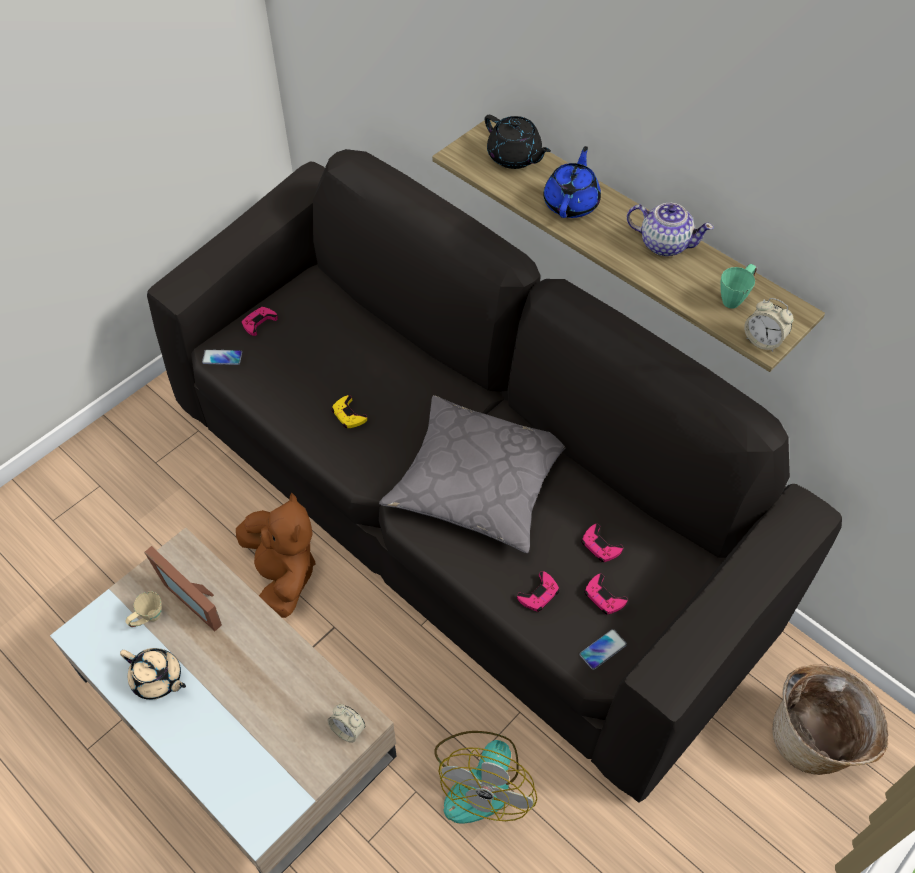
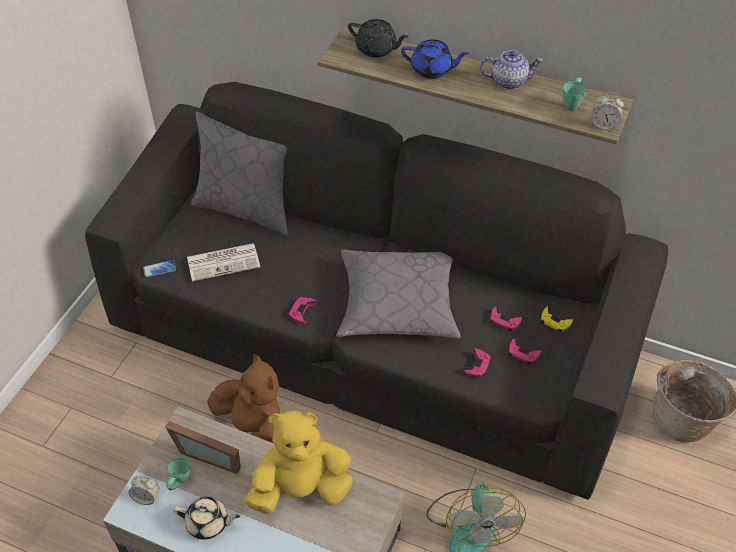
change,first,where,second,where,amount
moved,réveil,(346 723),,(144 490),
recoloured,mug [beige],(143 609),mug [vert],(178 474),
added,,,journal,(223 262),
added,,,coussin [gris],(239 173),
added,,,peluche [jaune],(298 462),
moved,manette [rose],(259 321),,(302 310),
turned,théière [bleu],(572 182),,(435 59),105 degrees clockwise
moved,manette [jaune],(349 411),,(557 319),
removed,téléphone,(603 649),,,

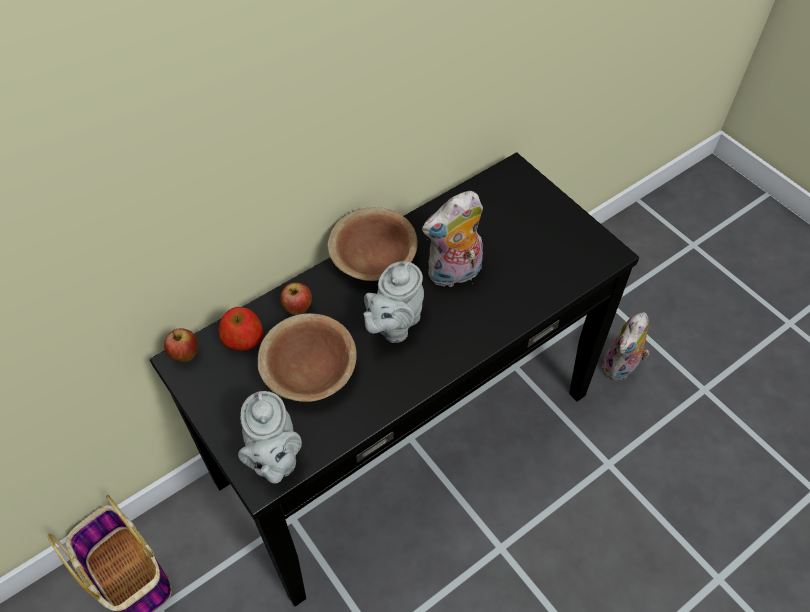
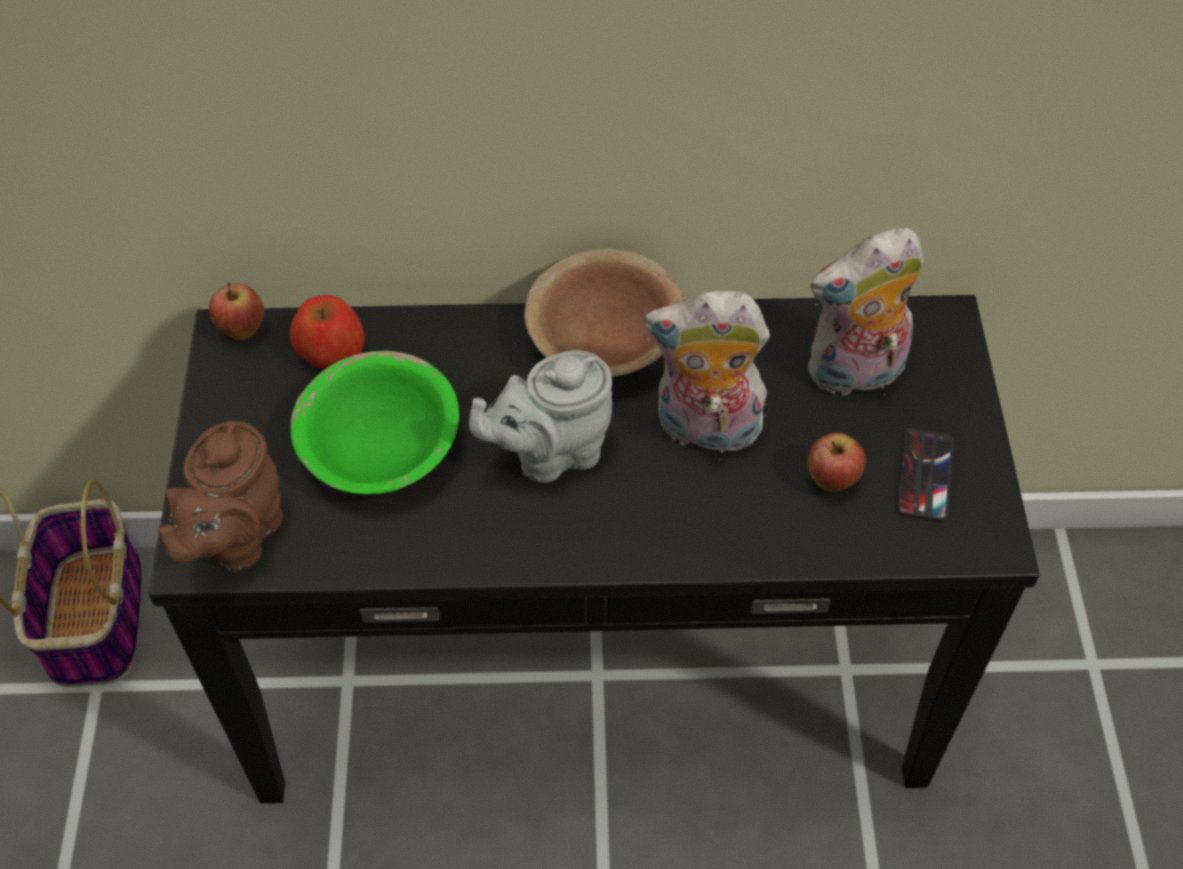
change,first,where,second,where,amount
recoloured,théière [gris],(270 437),théière [marron],(220 496),
recoloured,bol [marron],(307 357),bol [vert],(374 422),
moved,peluche,(625 346),,(866 312),
moved,pomme,(296 299),,(837 462),
added,,,téléphone,(925 475),

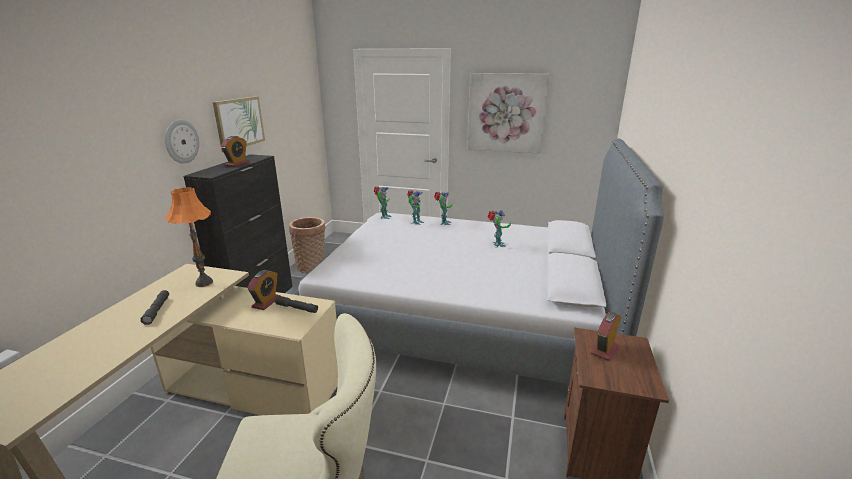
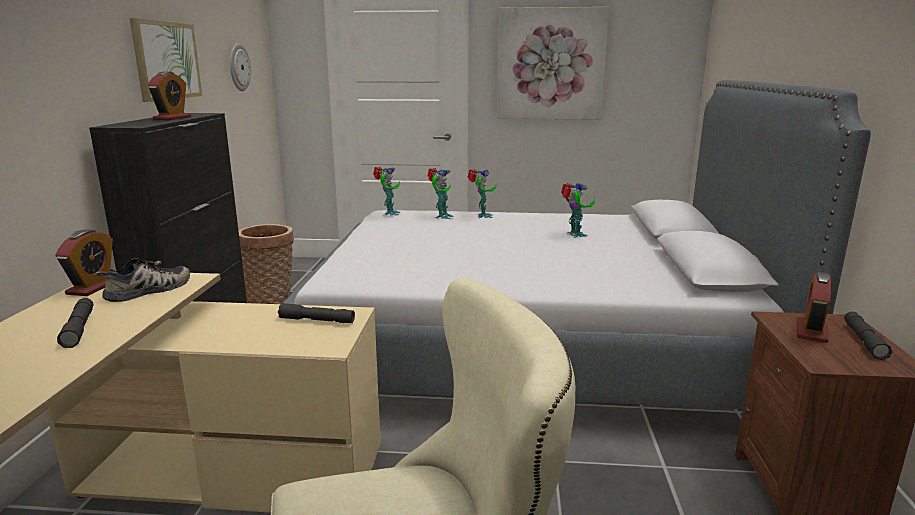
change,first,where,second,where,amount
moved,réveil,(264 290),,(84 263),
replaced,lampe de table [orange],(189 237),chaussure,(142 280),
moved,horloge murale,(182 142),,(240 67),
added,,,lampe de poche [gris],(868 336),

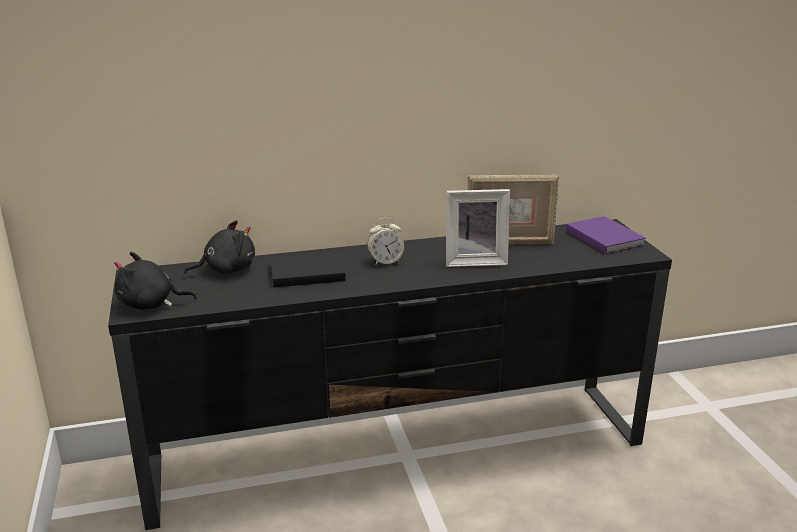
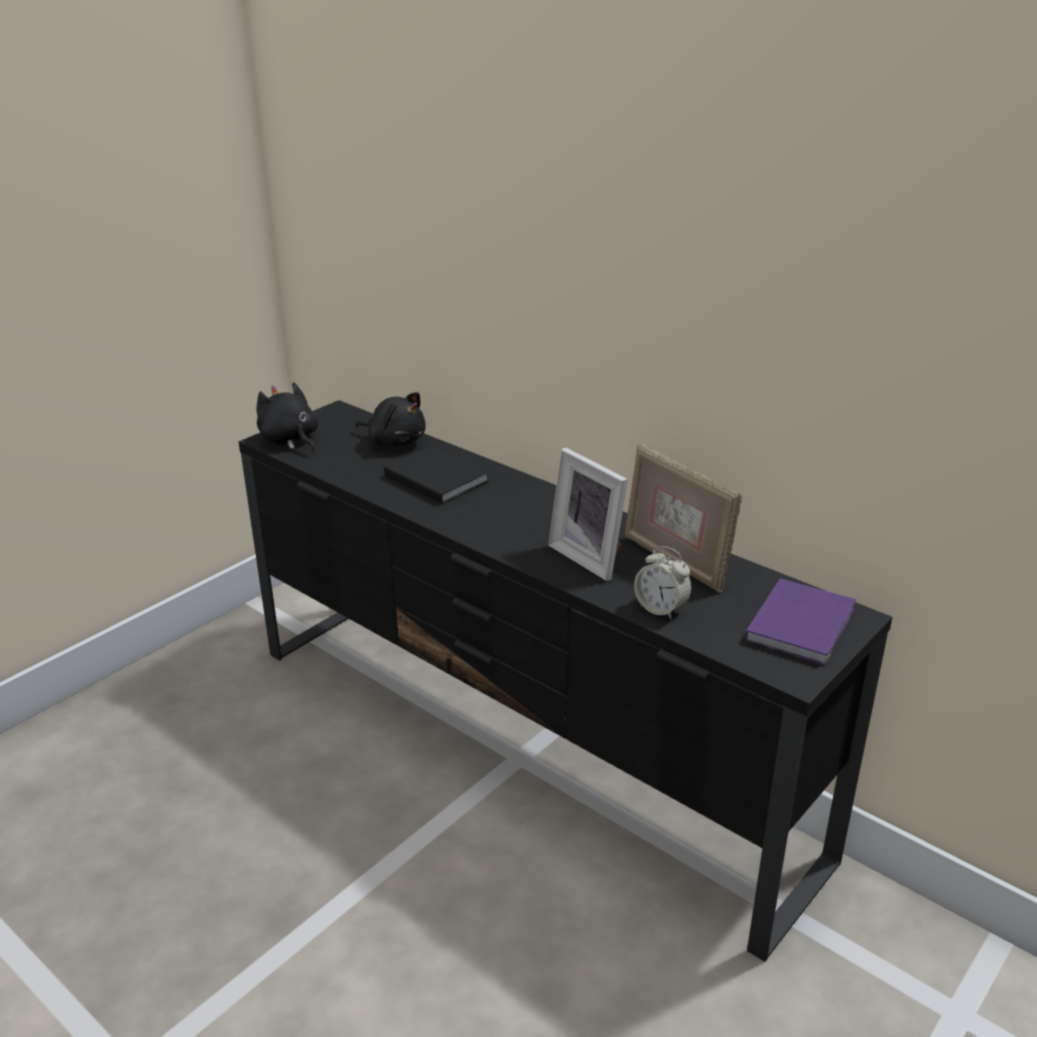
change,first,where,second,where,amount
moved,réveil,(386 241),,(663 583),

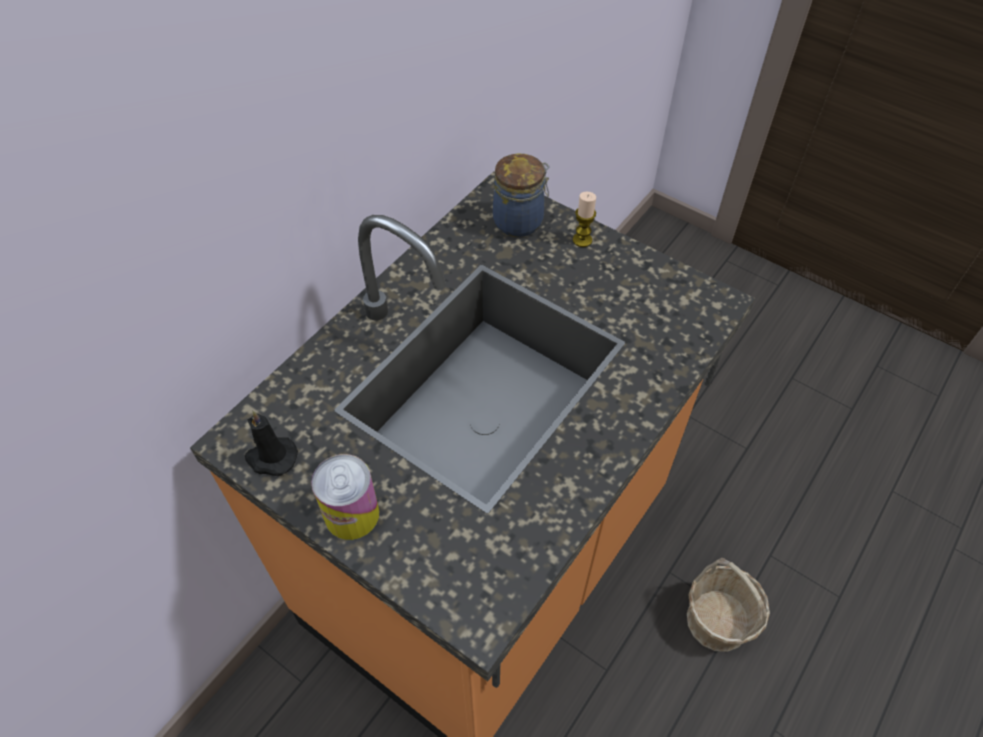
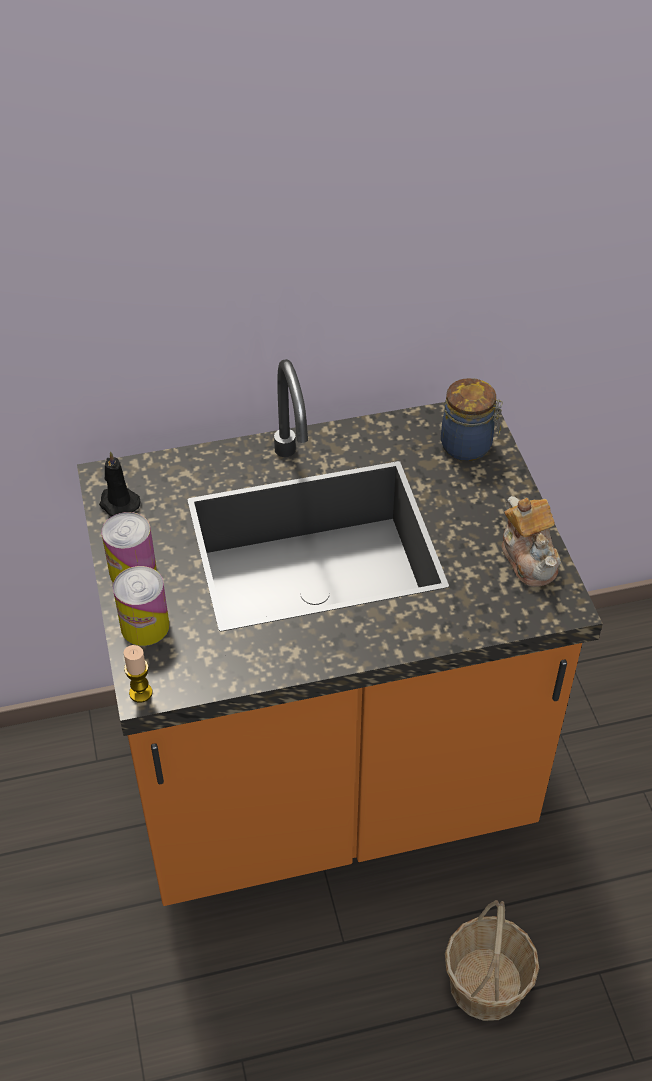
change,first,where,second,where,amount
added,,,boîte métallique,(141 606),
moved,bougie,(584 219),,(138 674),
added,,,théière,(531 541),

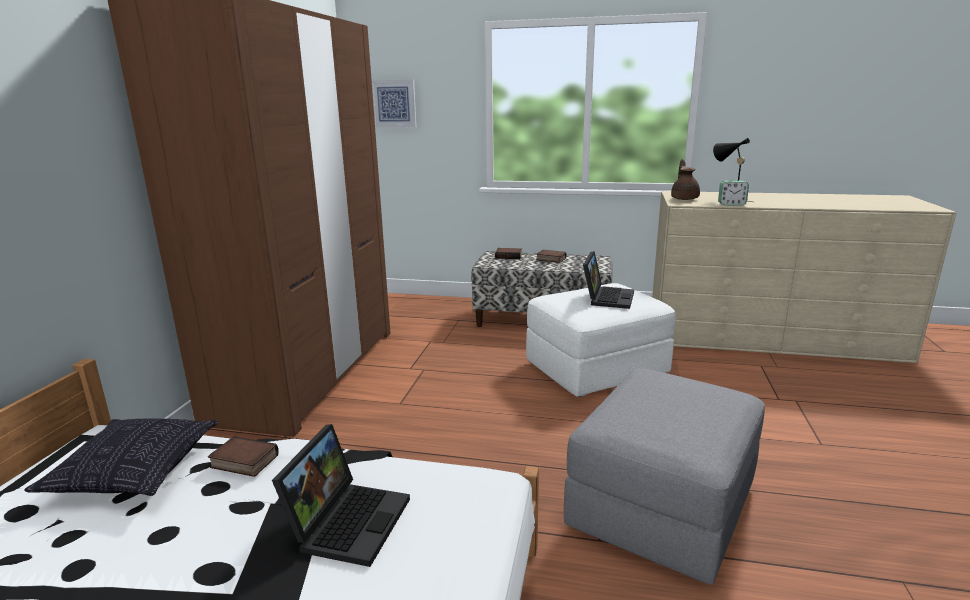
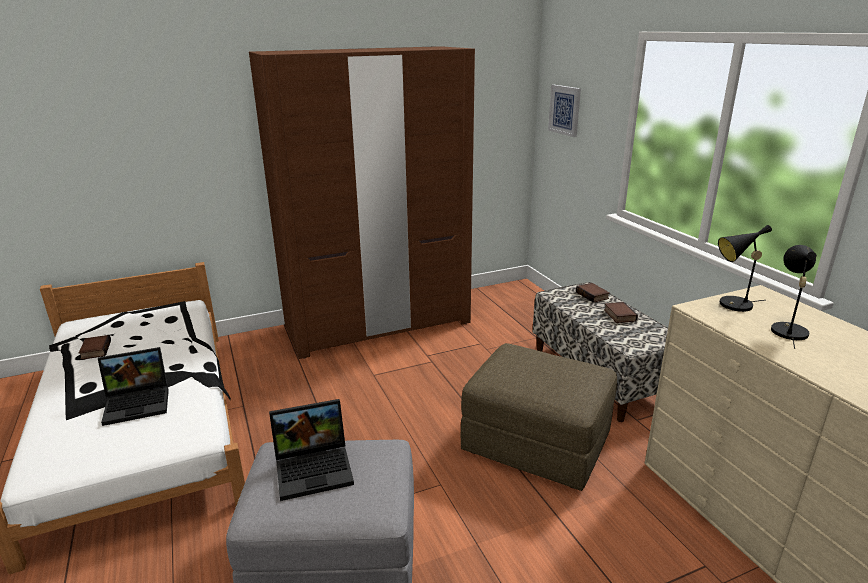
change,first,where,second,where,amount
moved,livre,(243 456),,(95 347),
moved,ordinateur portable,(608 280),,(311 450),
recoloured,pouf [blanc],(600 340),pouf [marron],(539 417),
replaced,théière [marron],(685 179),lampe de table [noir],(745 268),
removed,coussin,(121 457),,,
removed,réveil,(733 193),,,

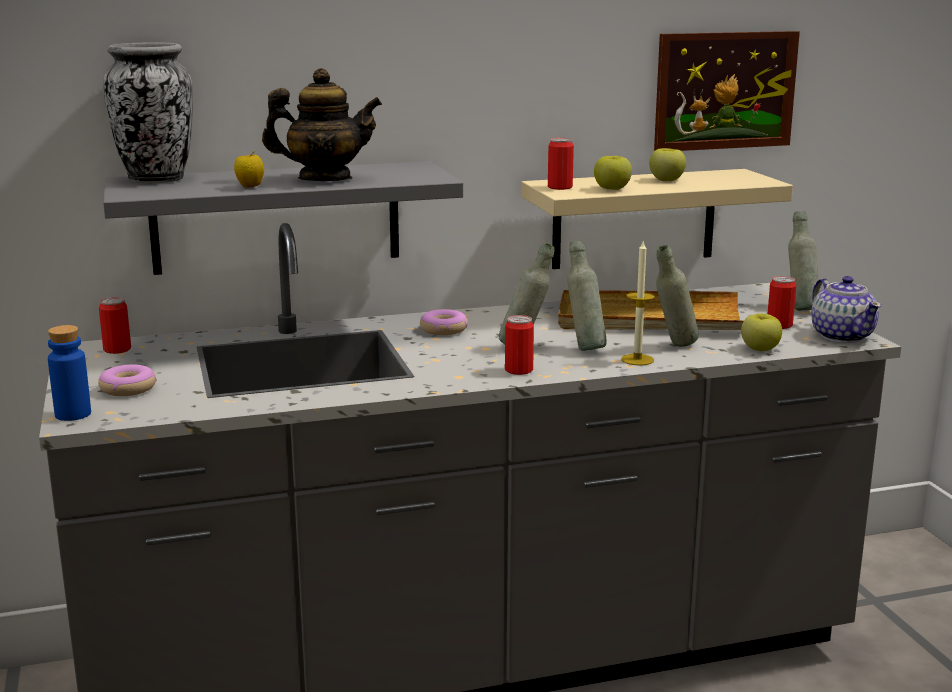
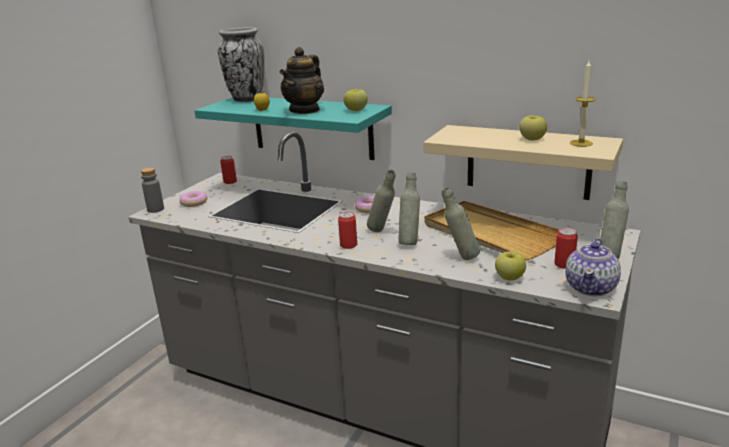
change,first,where,second,where,amount
recoloured,bouteille [bleu],(69 373),bouteille [gris],(152 190),
recoloured,étagère [gris],(283 218),étagère [turquoise],(293 128),
turned,théière,(322 124),,(302 80),75 degrees clockwise
moved,pomme,(613 173),,(356 100),
moved,bougie,(638 303),,(583 104),
removed,boîte métallique,(561 164),,,
removed,tableau,(727 91),,,

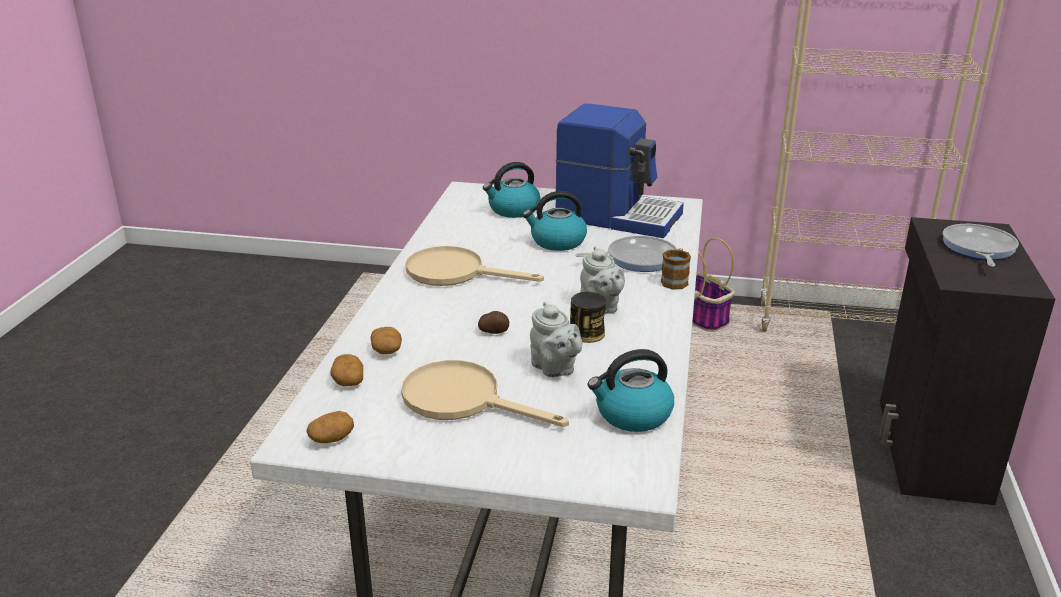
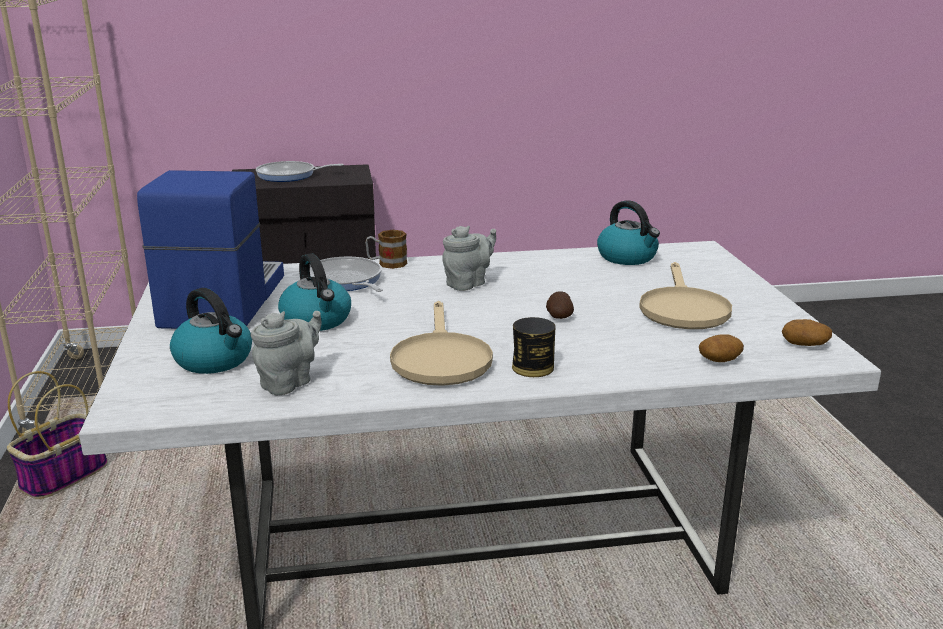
change,first,where,second,where,amount
moved,théière [gris],(556 339),,(286 353),
moved,boîte métallique,(588 317),,(534 347),
removed,pomme de terre,(386 340),,,

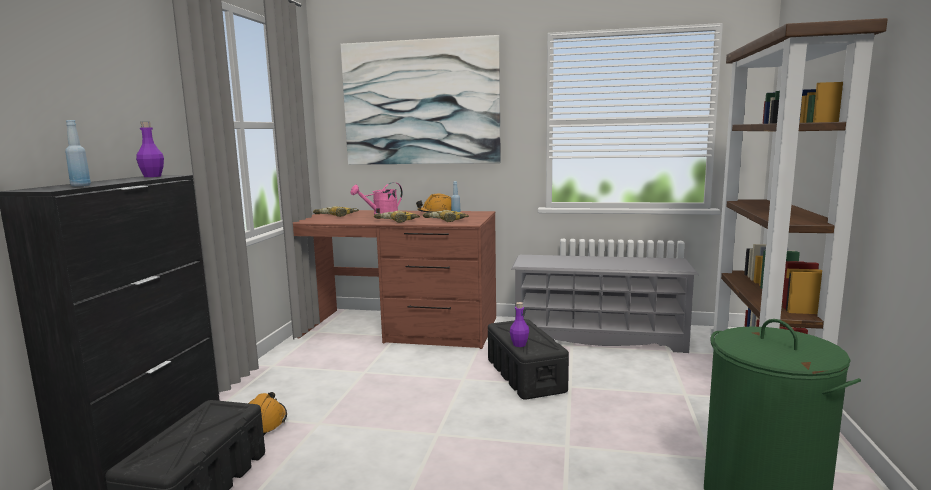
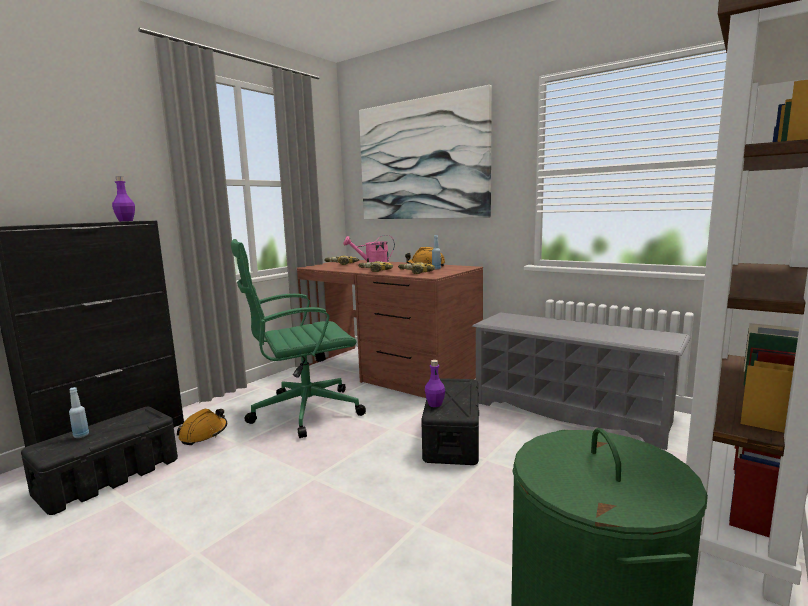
change,first,where,second,where,amount
moved,bouteille [bleu],(78 153),,(79 412),
added,,,chaise de bureau [vert],(298 338),

